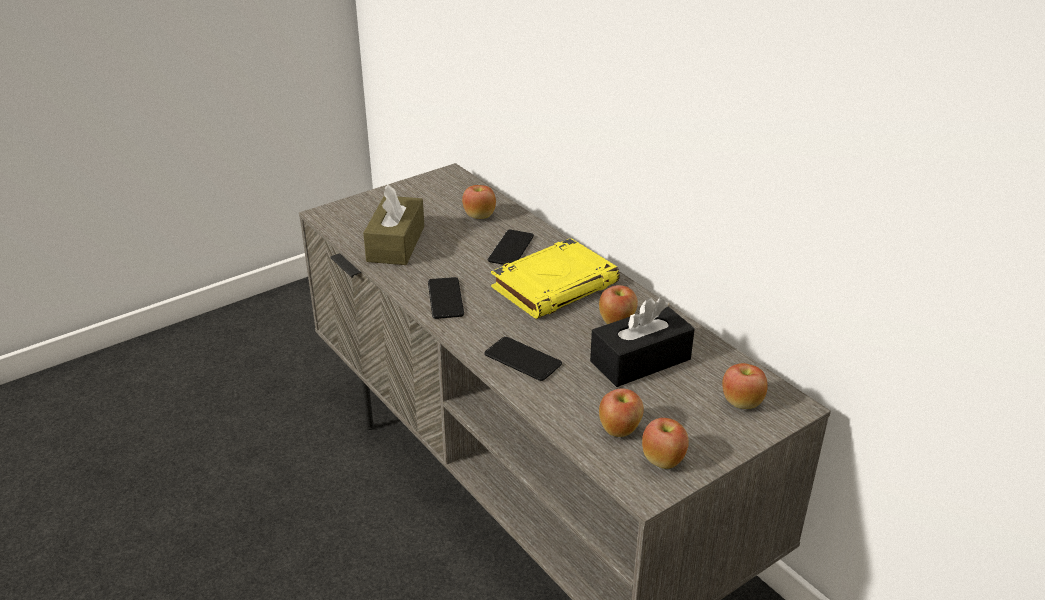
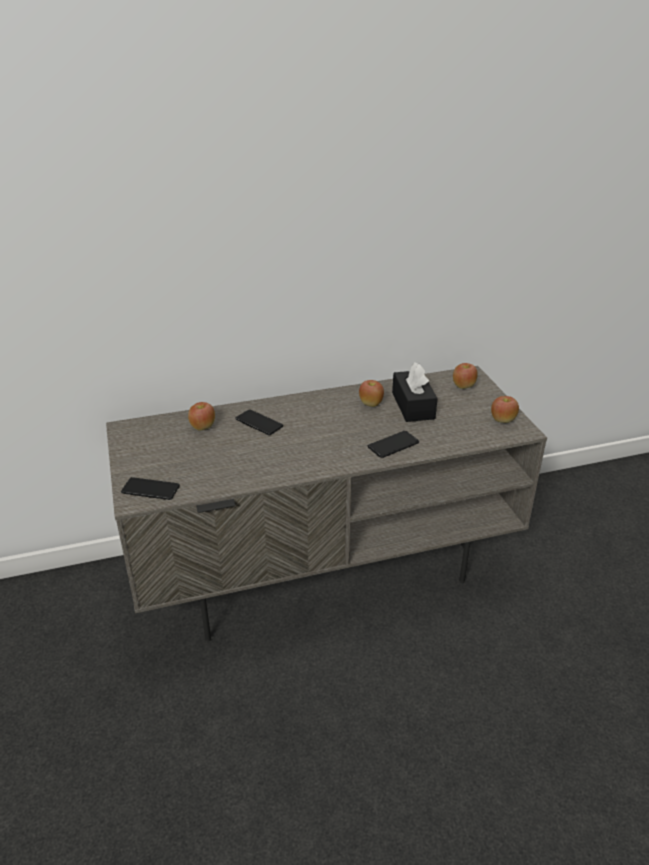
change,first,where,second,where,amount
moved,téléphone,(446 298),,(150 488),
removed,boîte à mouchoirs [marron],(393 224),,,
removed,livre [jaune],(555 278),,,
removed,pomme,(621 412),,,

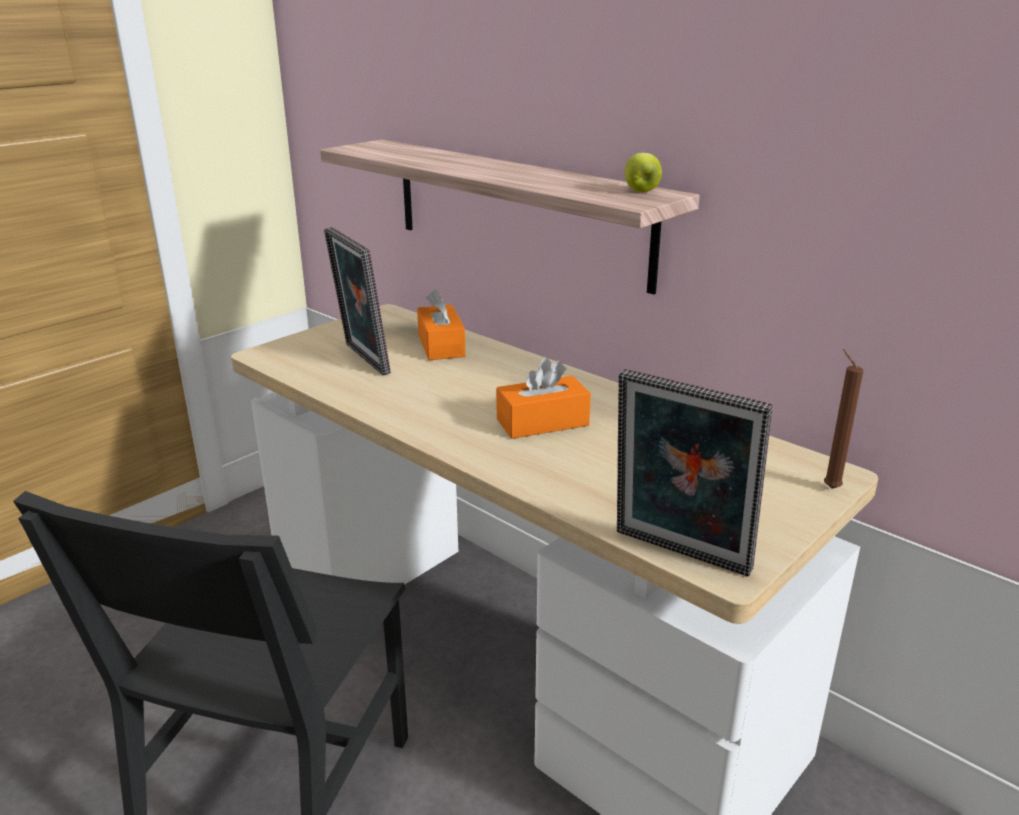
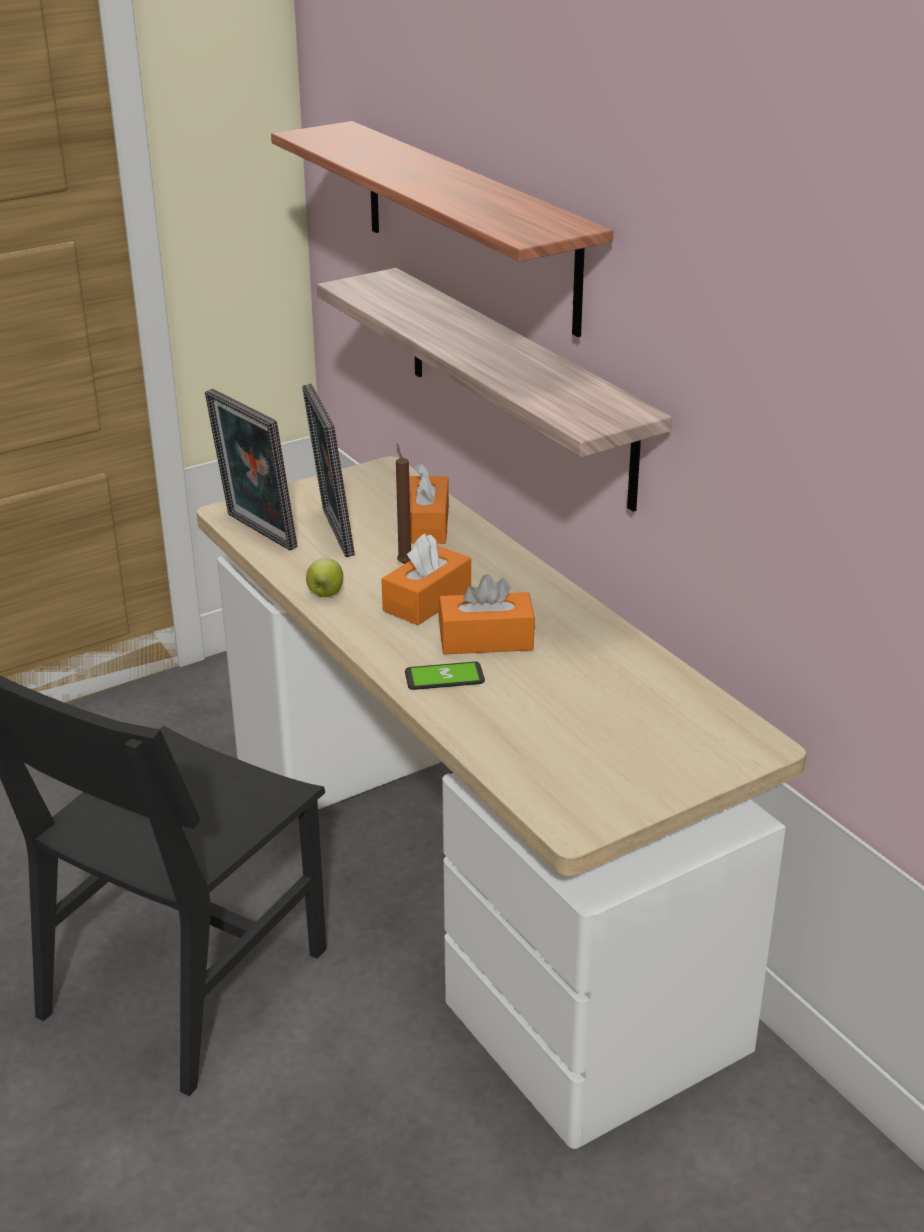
change,first,where,second,where,amount
moved,cadre photo,(695 473),,(251 469),
added,,,étagère,(442 229),
moved,pomme,(643 172),,(324 577),
added,,,boîte à mouchoirs [orange],(426 579),
moved,bougie [marron],(843 419),,(403 503),
added,,,téléphone,(445 676),

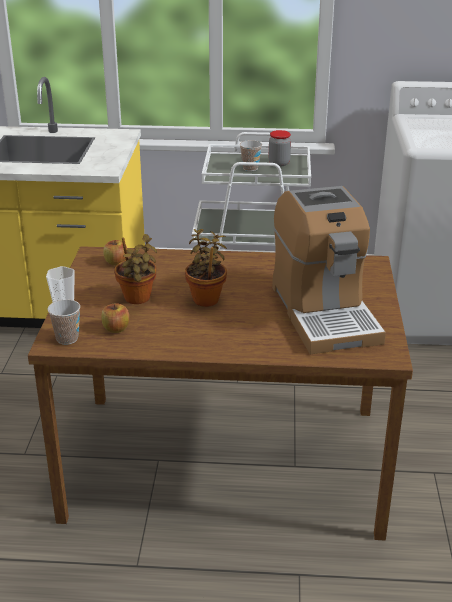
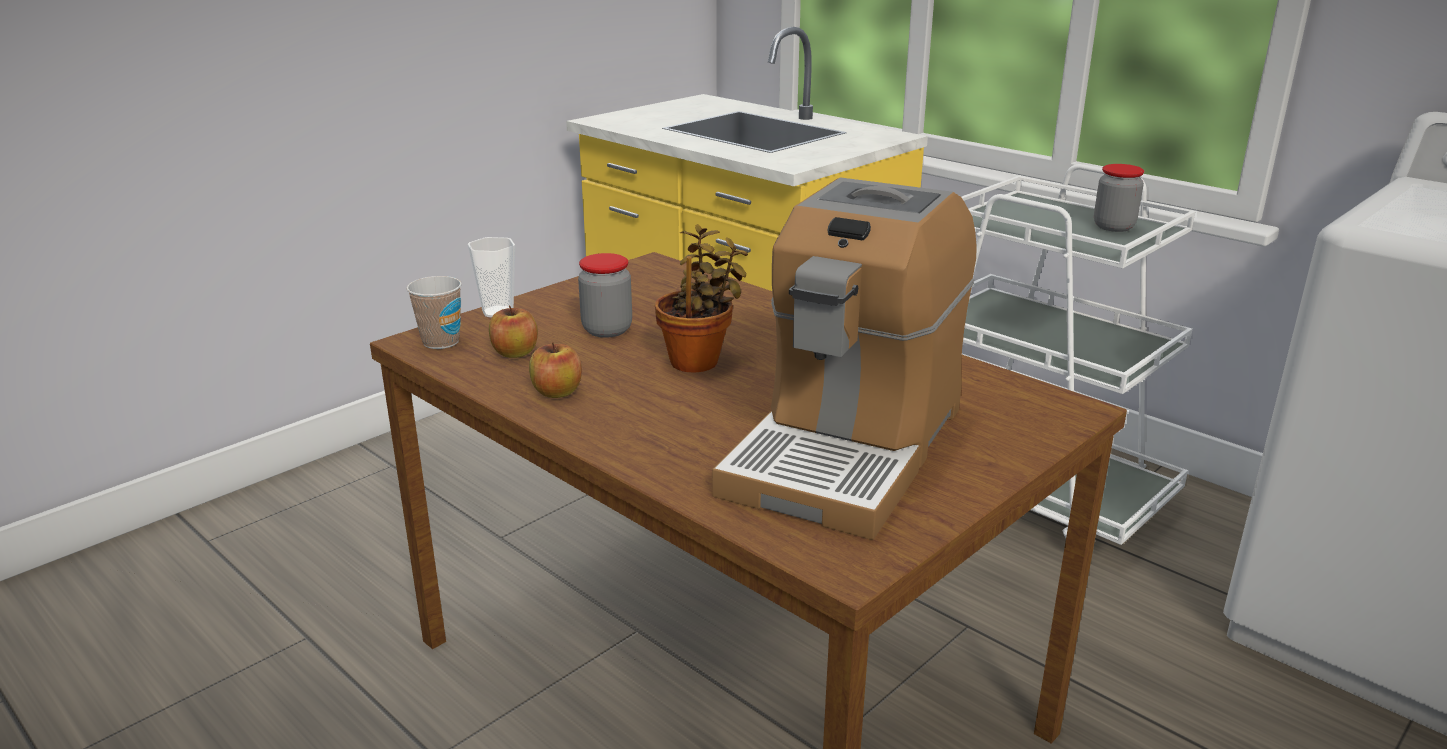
change,first,where,second,where,amount
moved,pomme,(115 253),,(555 370),
replaced,plante en pot,(135 269),bocal,(605 295),
removed,tasse,(251 155),,,

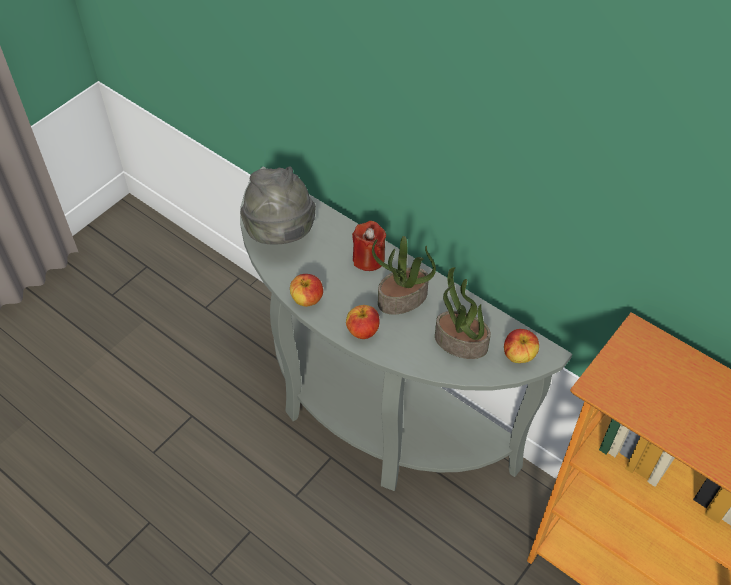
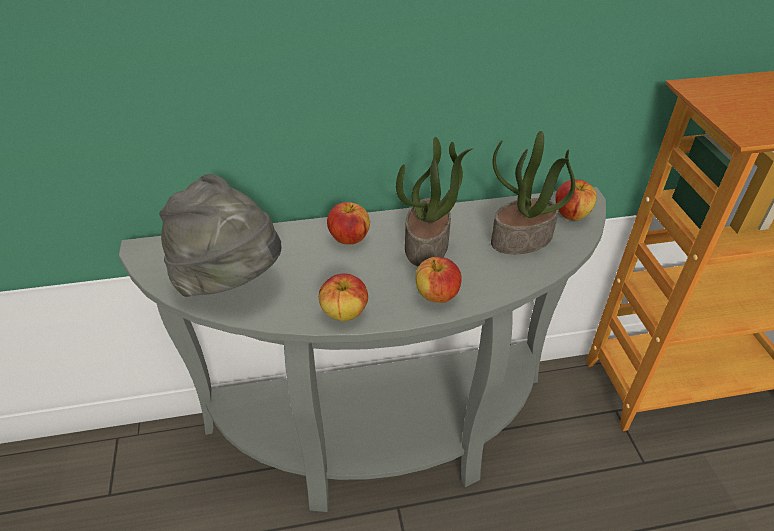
change,first,where,second,where,amount
replaced,bougie [rouge],(369 246),pomme,(348 223),

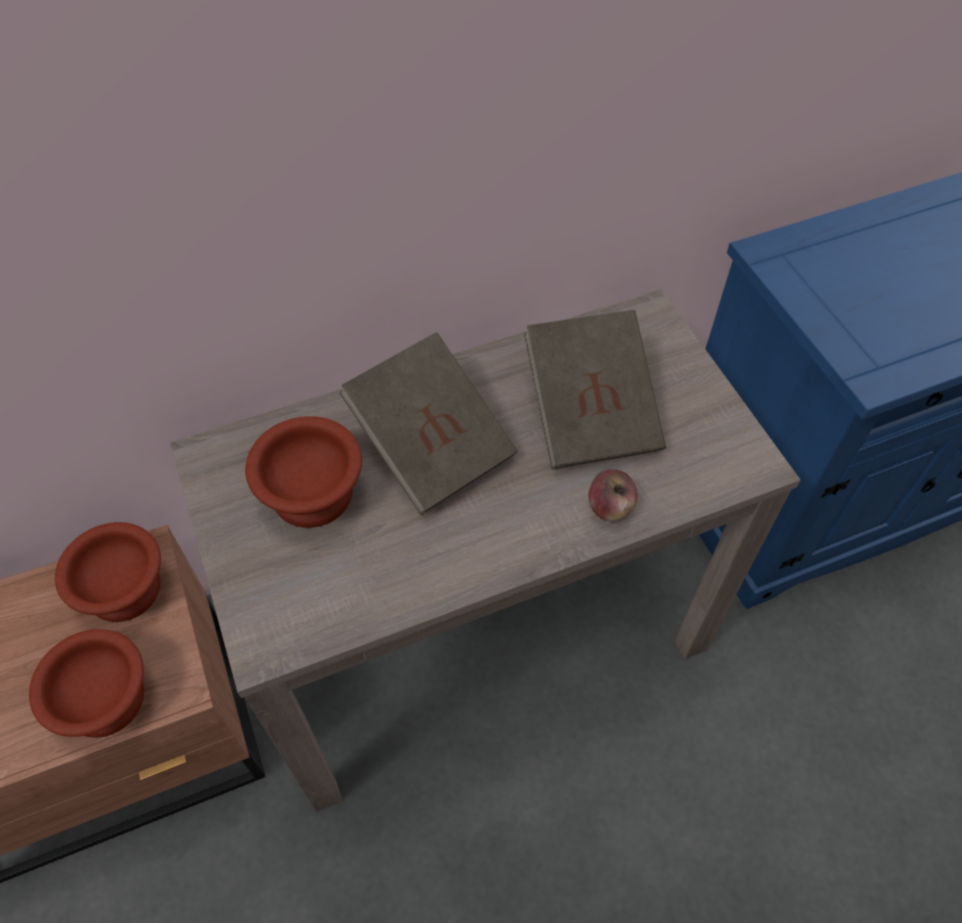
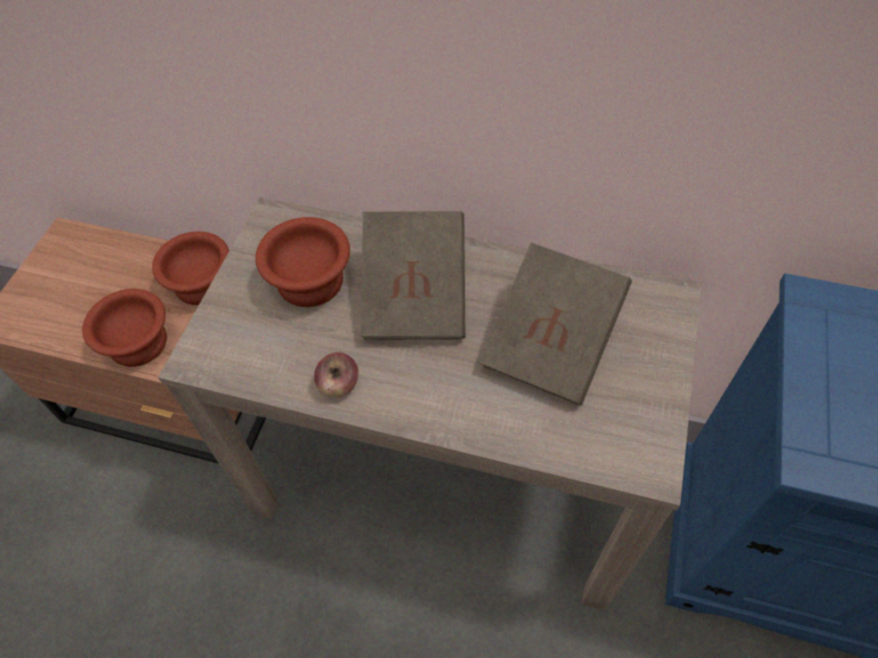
change,first,where,second,where,amount
moved,pomme,(613 495),,(336 374),

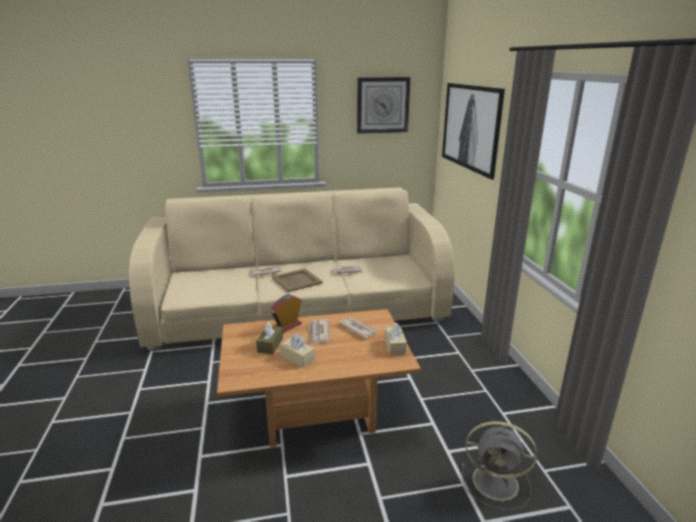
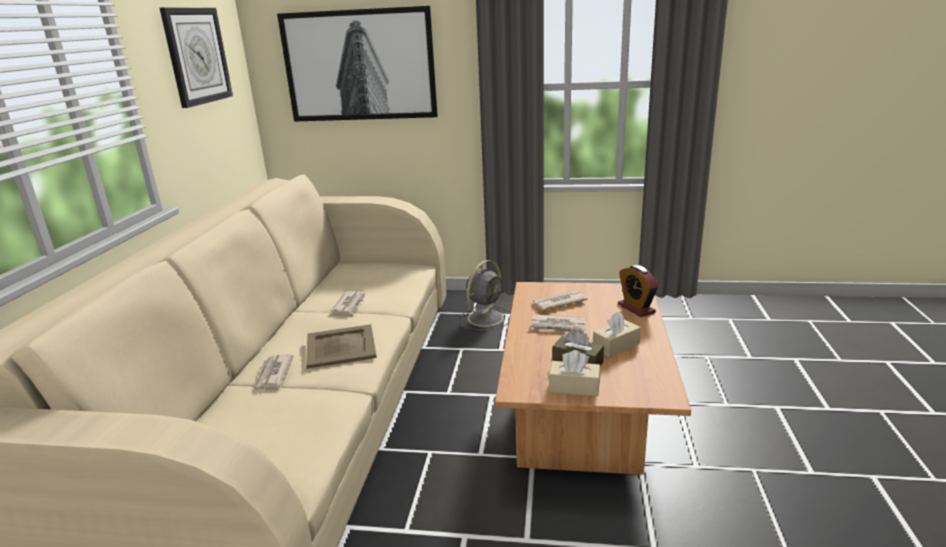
change,first,where,second,where,amount
moved,ventilateur [gris],(499 465),,(486 295),
moved,boîte à mouchoirs [beige],(395 338),,(574 373),
moved,réveil,(286 314),,(638 291),

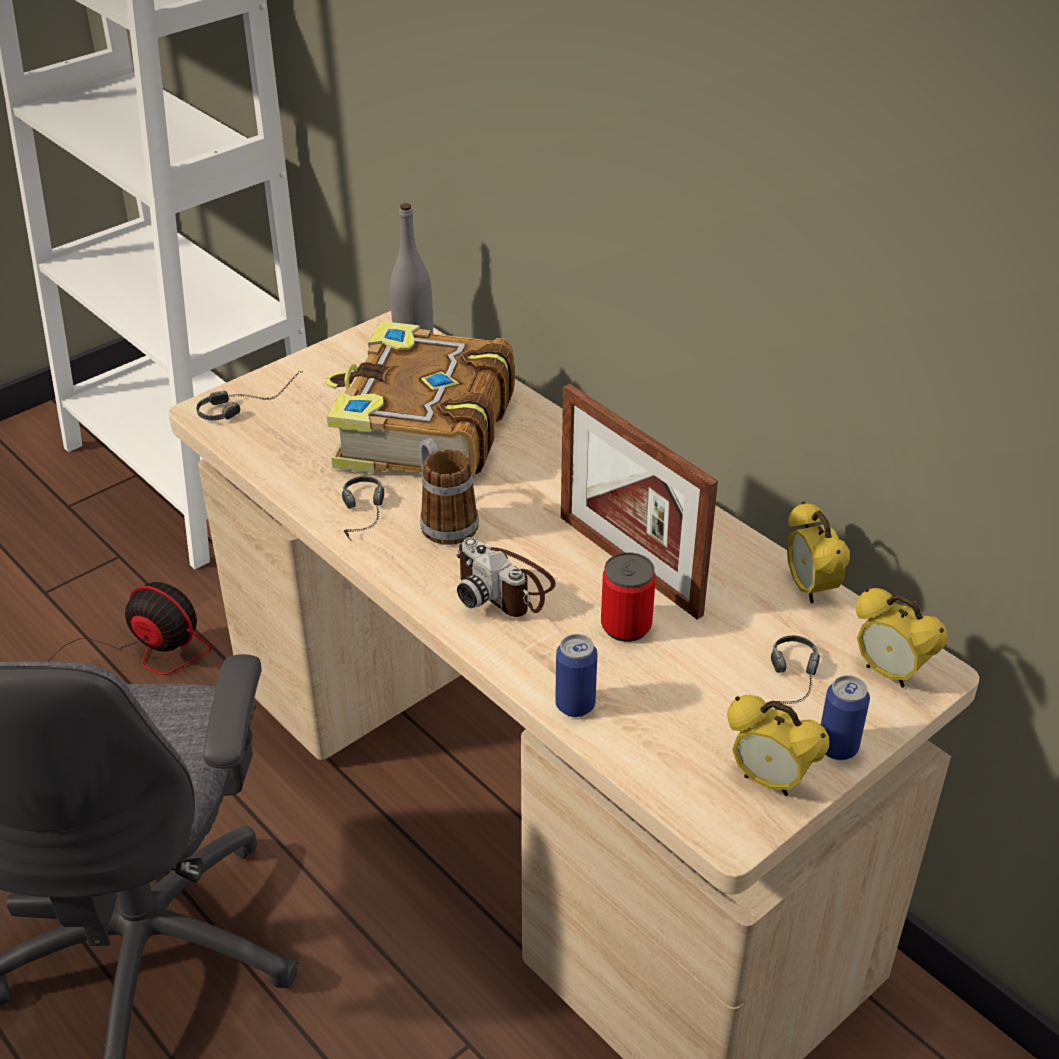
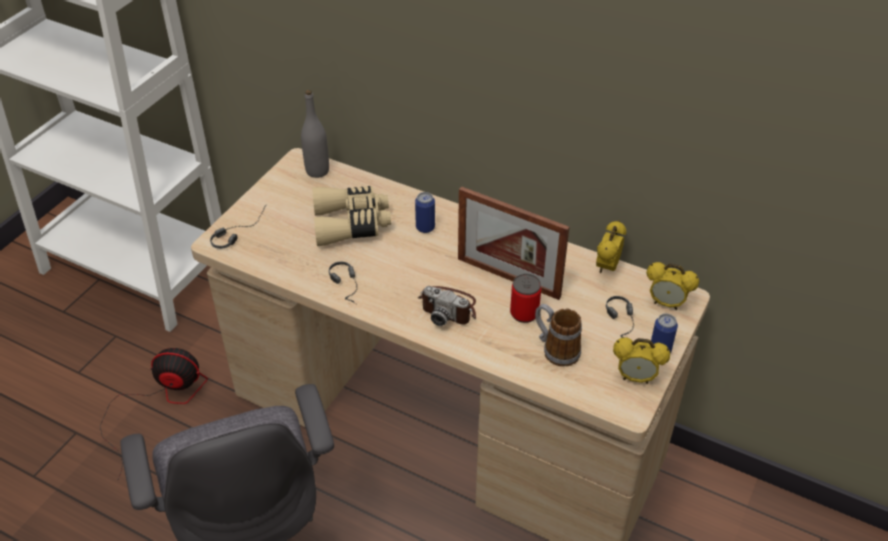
change,first,where,second,where,amount
replaced,livre,(420 399),jumelles [beige],(351 216),
moved,boîte métallique,(576 675),,(425 212),
moved,mug,(449 491),,(558 335),
turned,réveil,(818 552),,(611 246),60 degrees clockwise

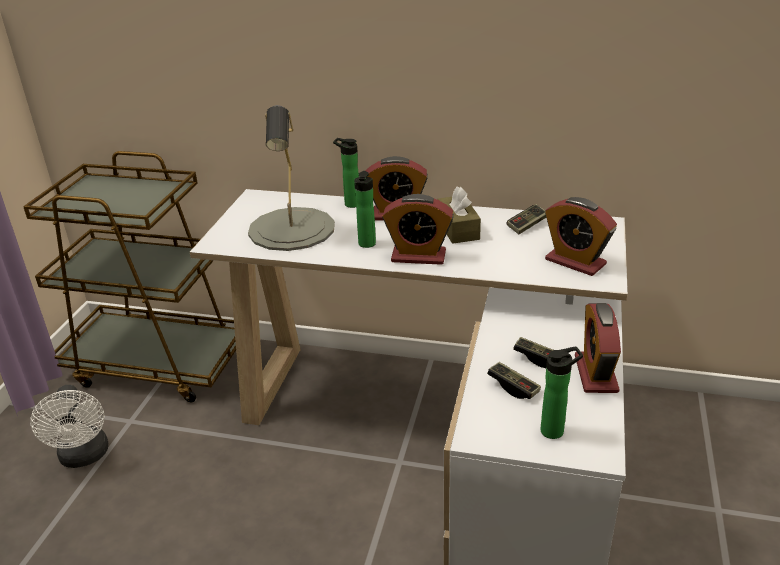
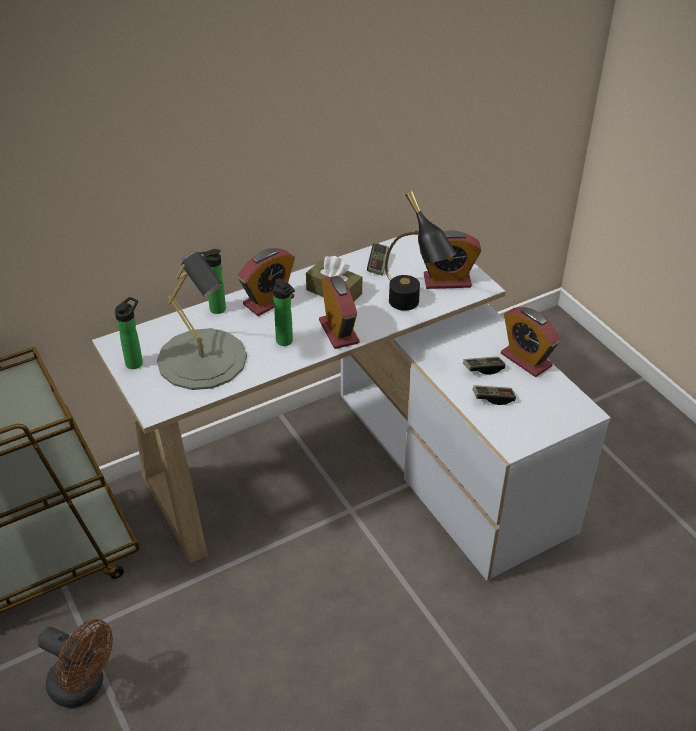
change,first,where,second,where,amount
recoloured,ventilateur [blanc],(69 426),ventilateur [marron],(75 663),
moved,bouteille,(561 392),,(129 333),
turned,réveil,(418 229),,(339 312),75 degrees counterclockwise
added,,,lampe de table [noir],(421 251),

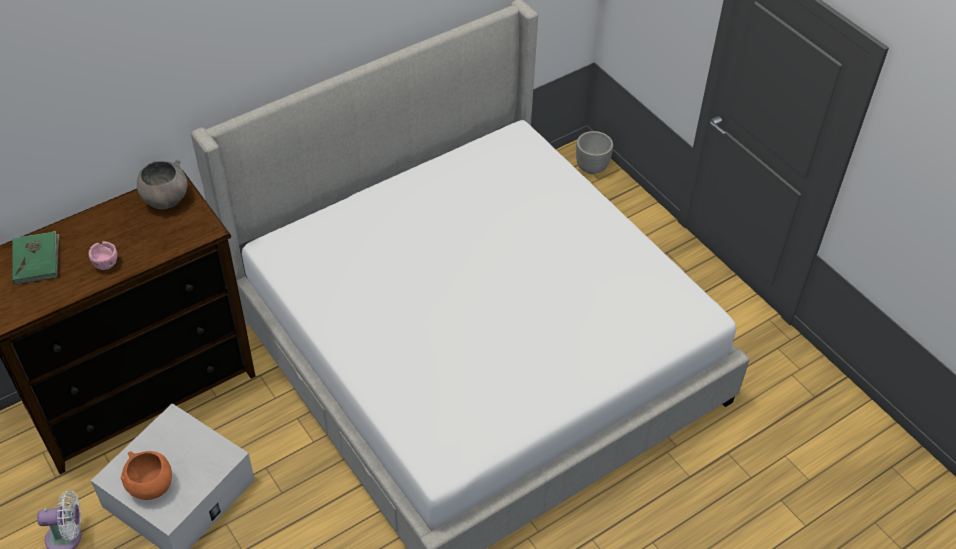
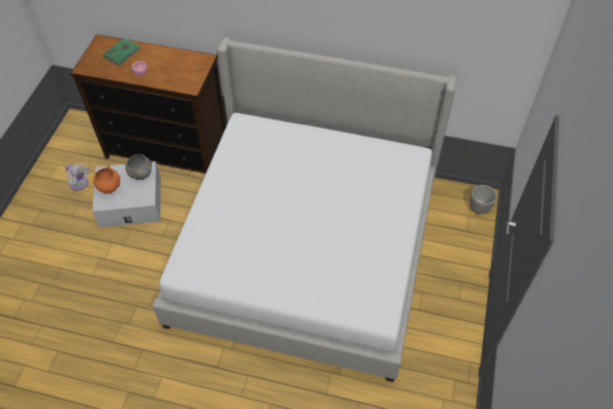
change,first,where,second,where,amount
moved,bol [gris],(162 184),,(138 167),

